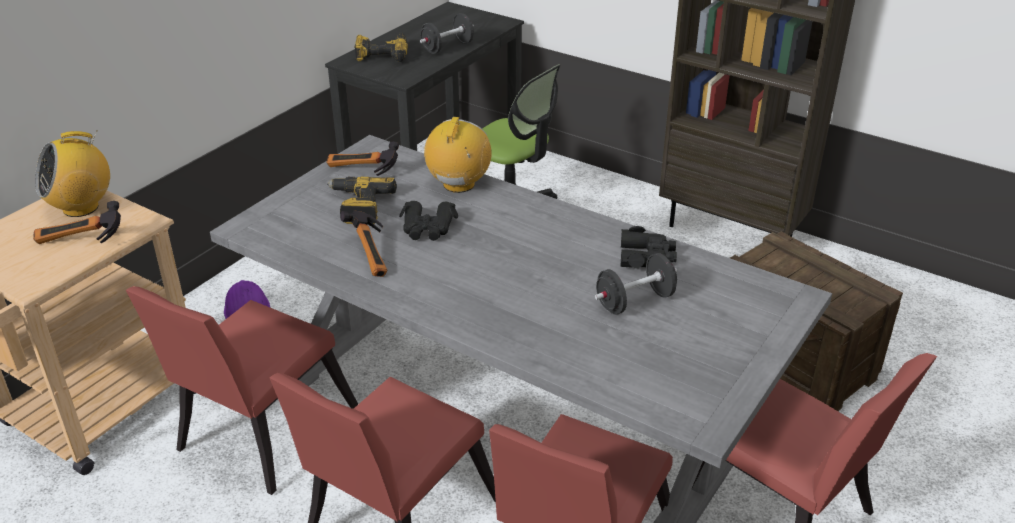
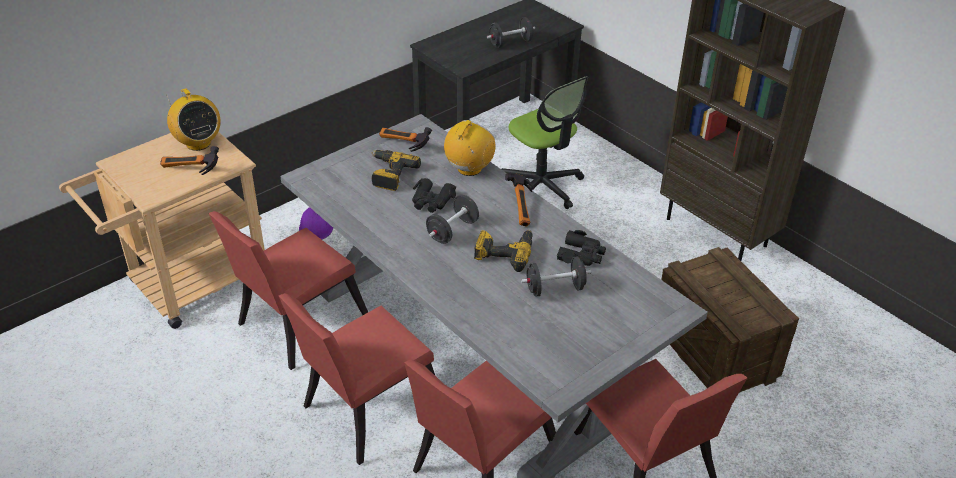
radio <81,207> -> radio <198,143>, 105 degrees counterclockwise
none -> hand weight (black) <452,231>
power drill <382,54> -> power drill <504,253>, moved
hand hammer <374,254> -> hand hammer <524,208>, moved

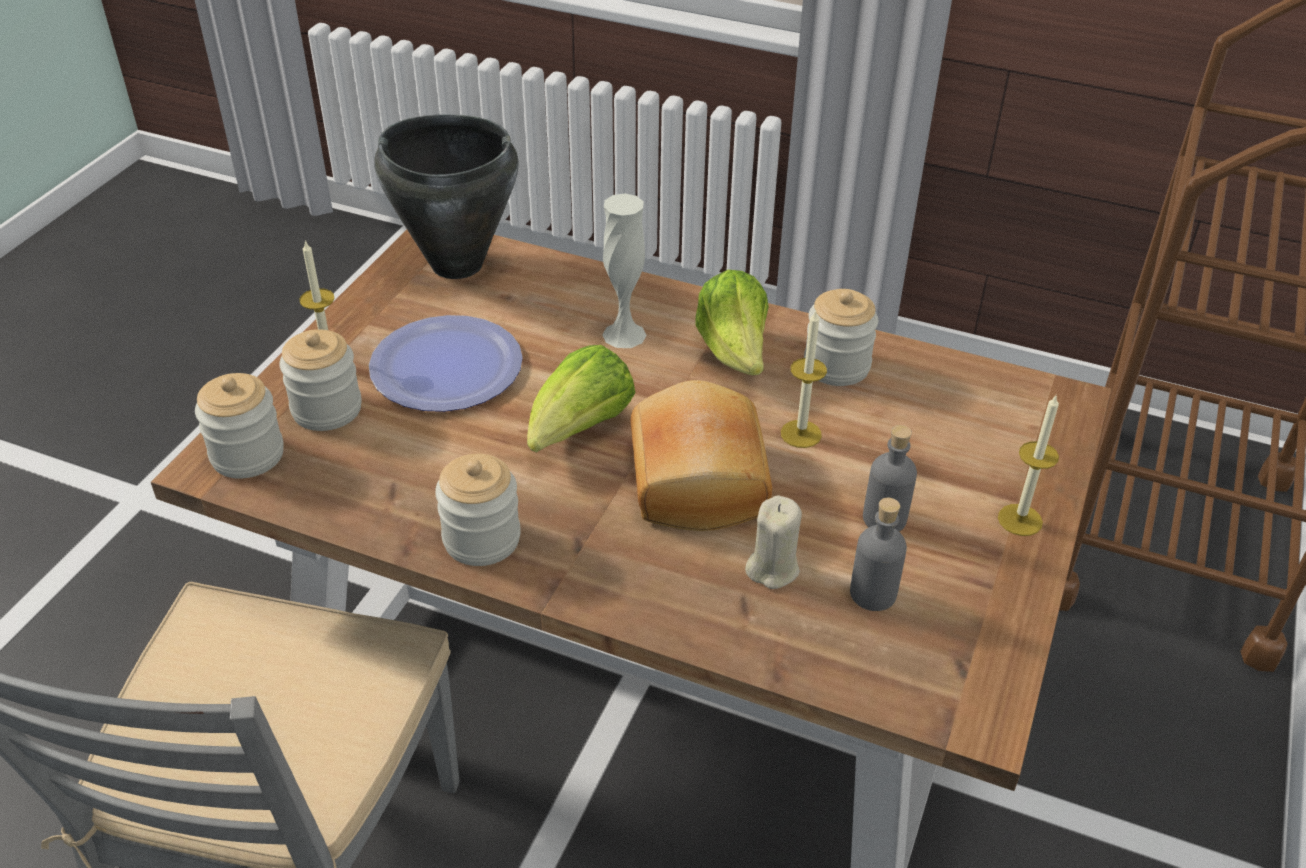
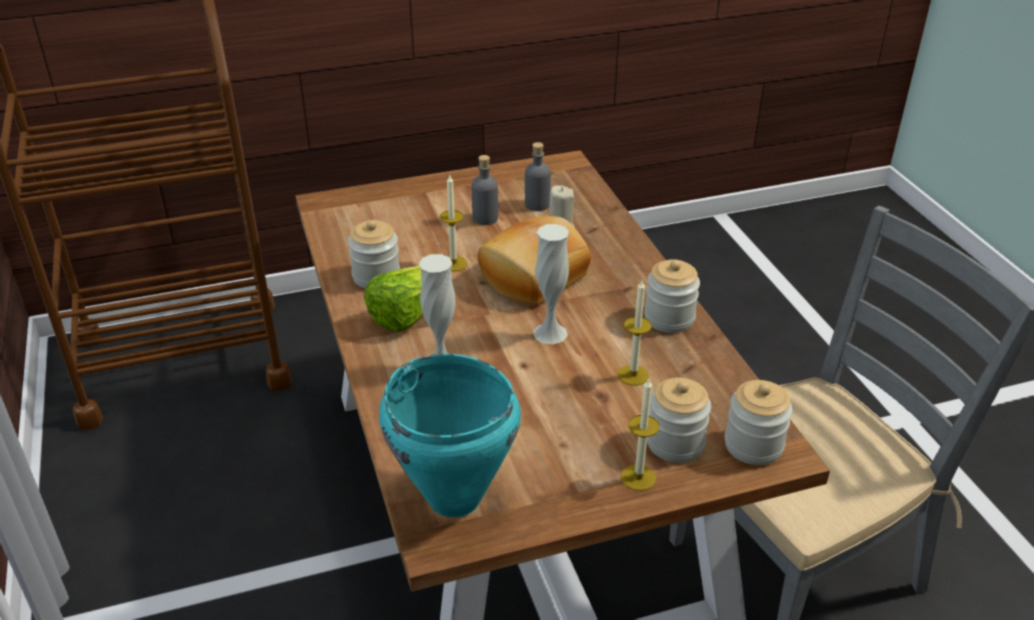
stockpot (black) <456,264> -> stockpot (turquoise-coloured) <454,499>
head of lettuce <580,430> -> flower vase (whitish) <550,333>
wax candle <1020,520> -> wax candle <633,375>, moved
dinner plate <446,366> -> none

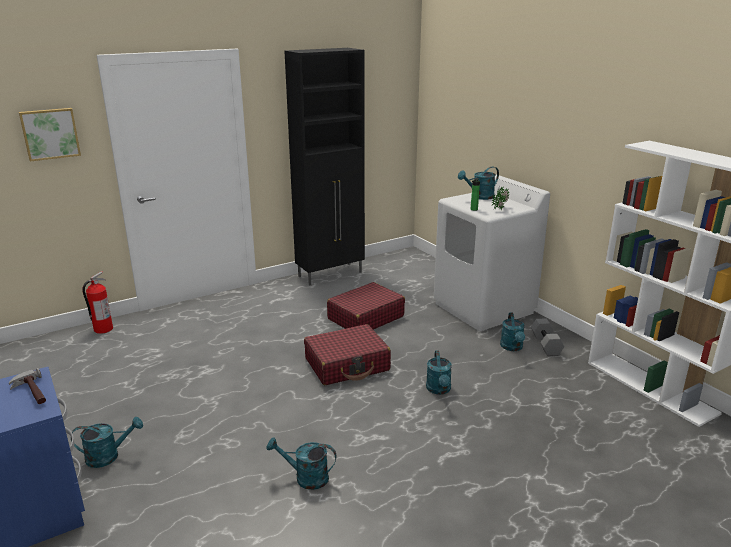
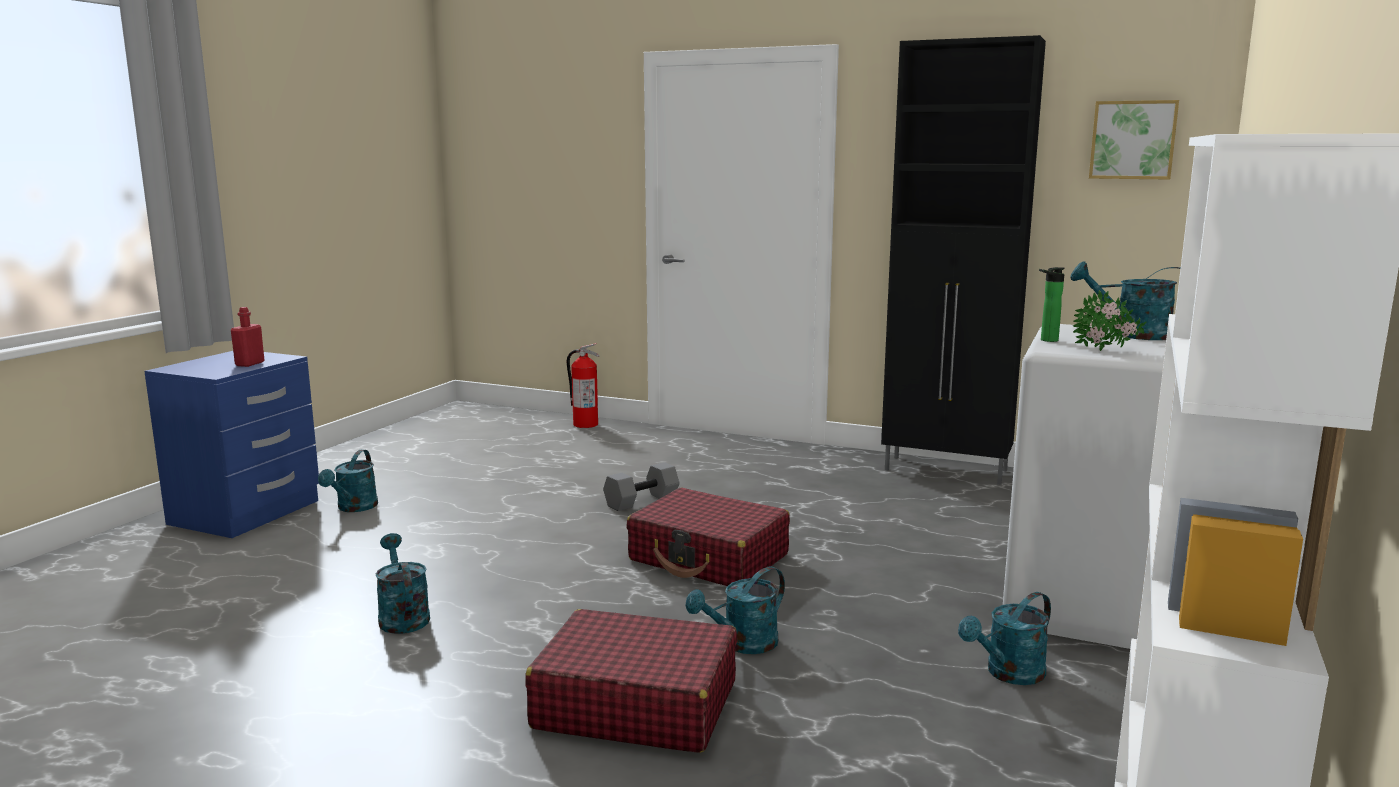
hand hammer <31,392> -> drink bottle (red) <250,364>
sprinkling can (turquoise-coloured) <109,456> -> sprinkling can (turquoise-coloured) <354,508>, 60 degrees clockwise
suitcase (red) <365,318> -> suitcase (red) <635,704>, moved
hand weight (greyish) <546,345> -> hand weight (greyish) <641,501>, moved
wall art <50,133> -> wall art <1132,140>, moved

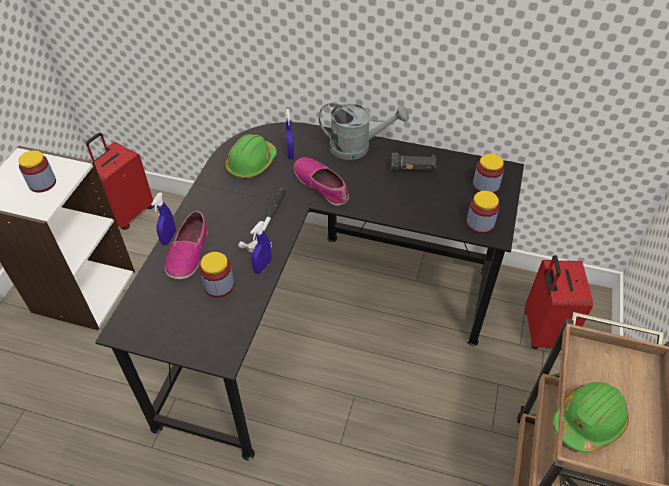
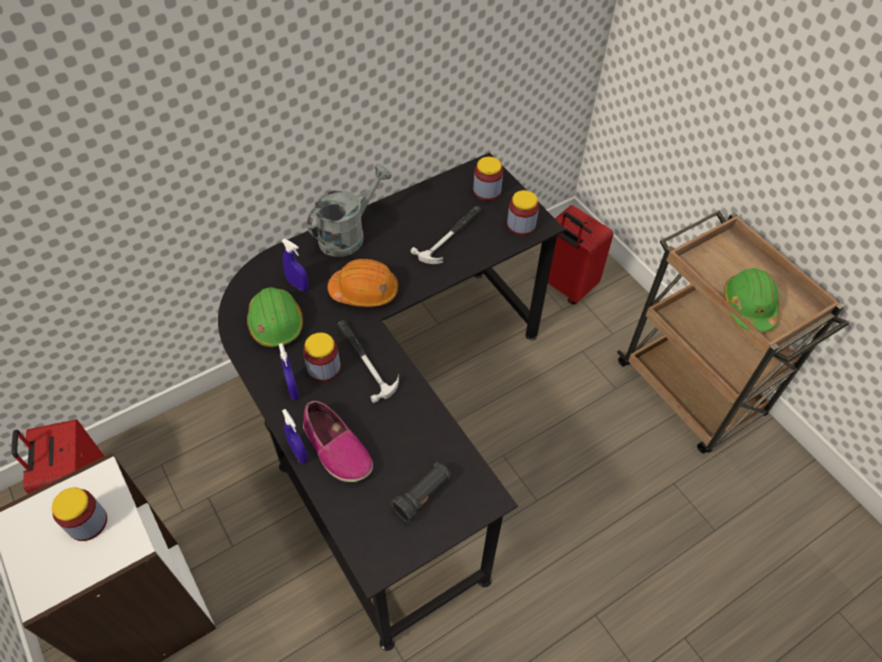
spray bottle (bluish) <262,266> -> spray bottle (bluish) <292,389>, moved
storage jar <219,285> -> storage jar <324,368>, moved
low shoe <321,185> -> safety helmet (orange-coloured) <364,291>
hand torch (black) <412,169> -> hand torch (black) <423,496>, moved
none -> hand hammer <451,236>

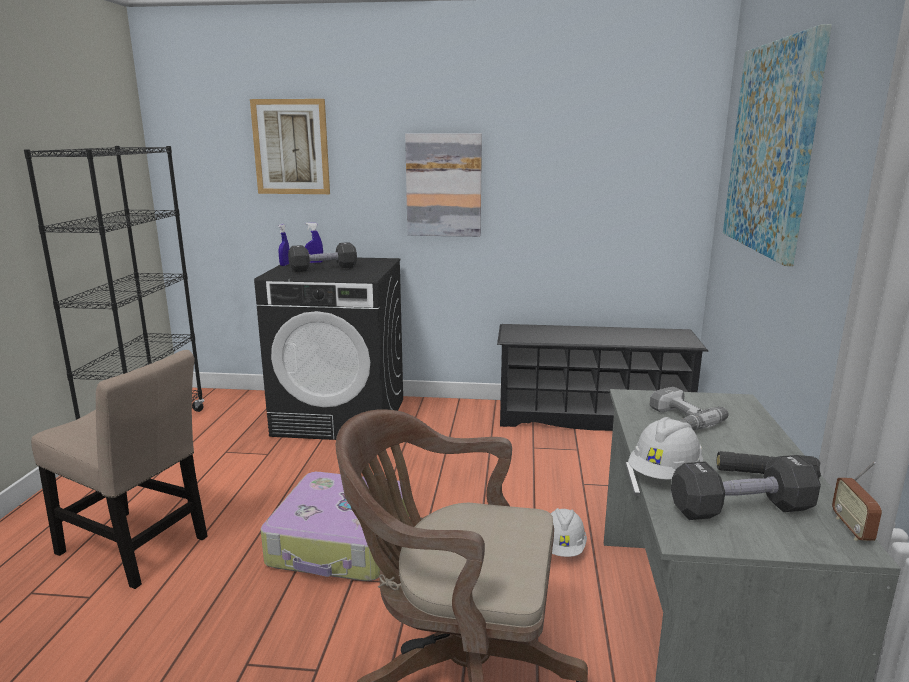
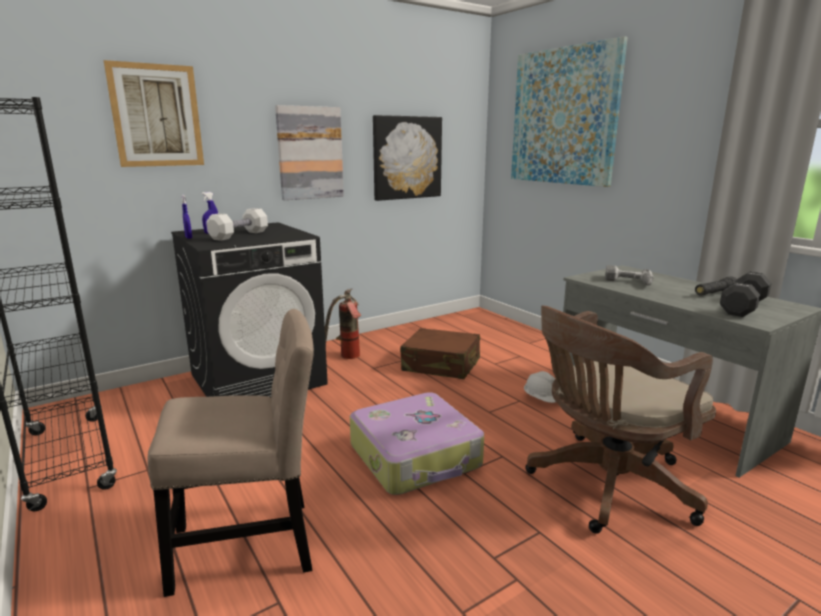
hand weight (black) <323,269> -> hand weight (whitish) <239,235>
none -> fire-fighting cylinder <346,358>
none -> wall art <407,158>
none -> suitcase (brown-coloured) <441,365>
shoe shelf (black) <592,418> -> none
safety helmet (whitish) <664,474> -> none
radio <852,529> -> none

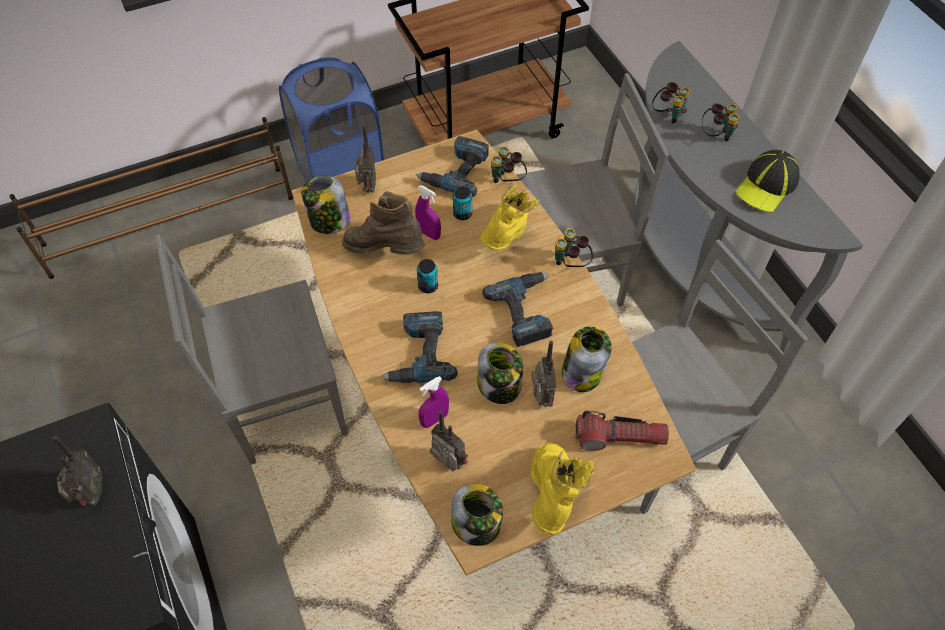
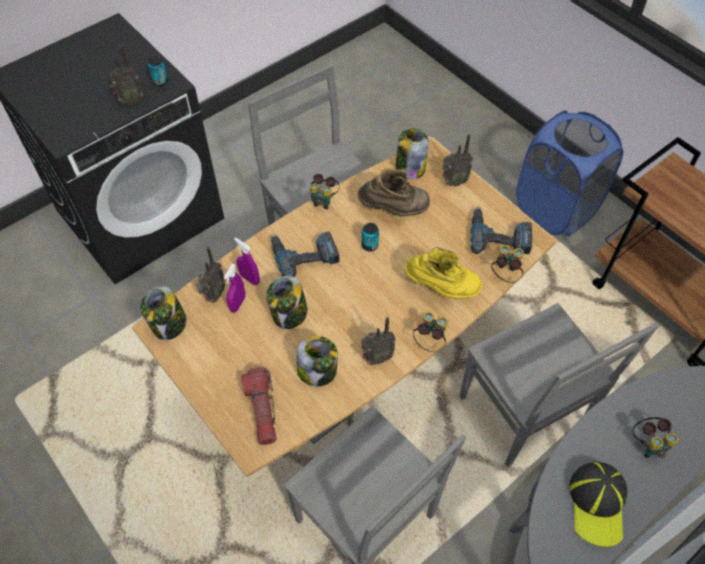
metal can <462,214> -> metal can <160,81>, moved
spray bottle (purple) <428,233> -> spray bottle (purple) <237,304>, moved
field glasses <667,115> -> field glasses <323,200>, moved
high-top boot (brown-coloured) <386,251> -> high-top boot (brown-coloured) <394,210>, 75 degrees clockwise
radio <541,399> -> radio <376,358>, moved
peaked cap <767,185> -> peaked cap <597,504>, 105 degrees counterclockwise
shoe shelf (brown-coloured) <171,221> -> none
power drill <526,311> -> none
high-top boot (yellow) <552,496> -> none

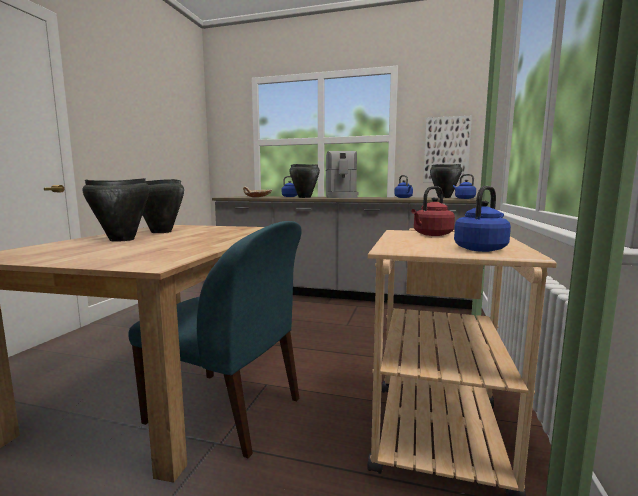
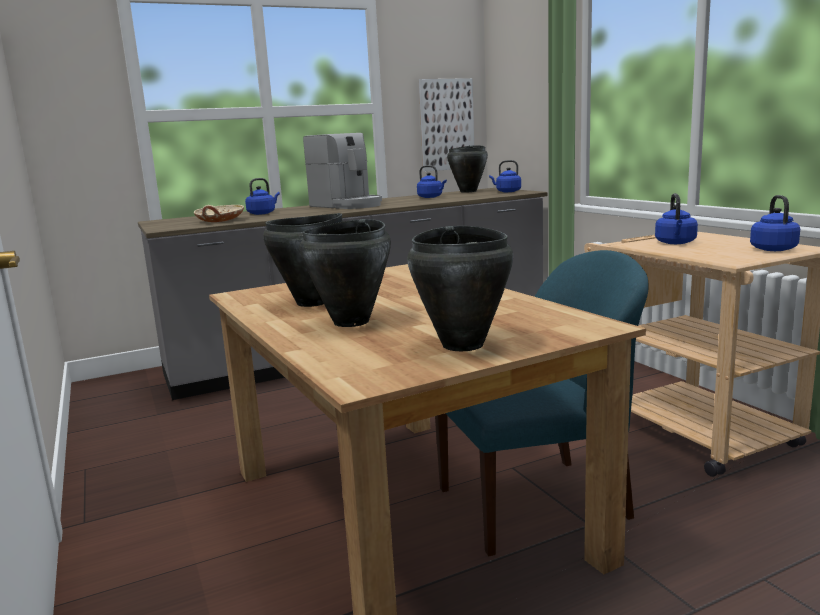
stockpot (black) <305,197> -> stockpot (black) <463,344>, moved
water kettle (red) <431,235> -> water kettle (bluish) <675,243>

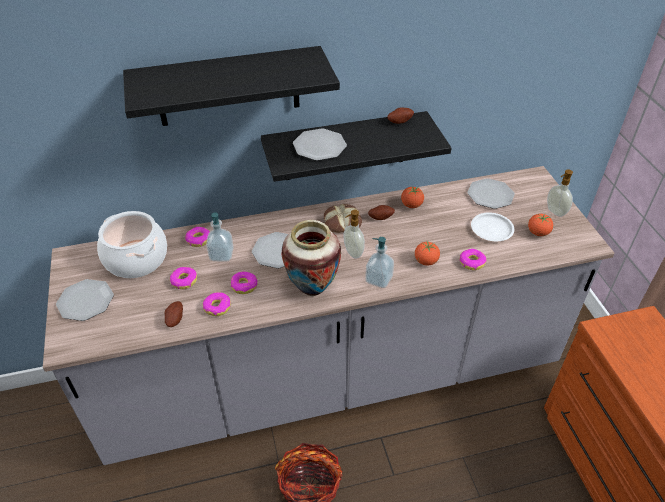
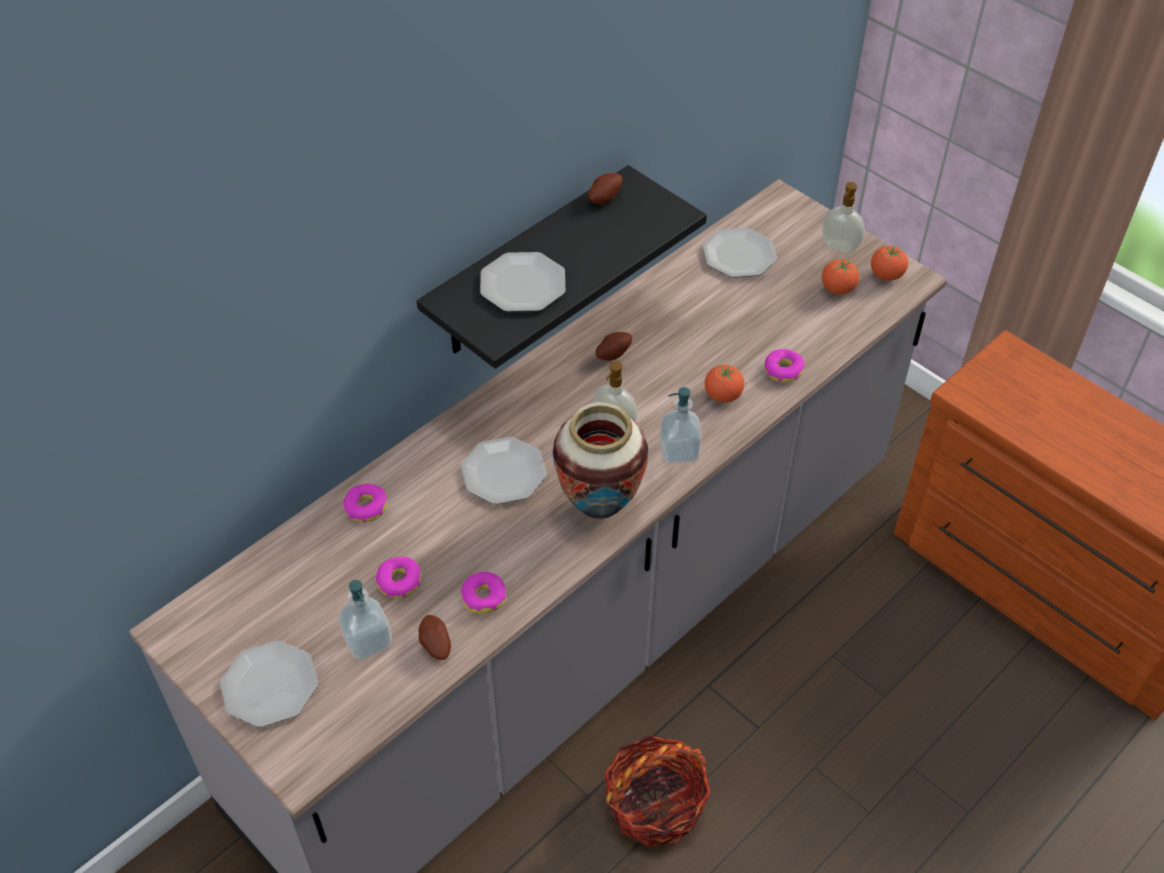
liquid soap bottle <221,255> -> liquid soap bottle <368,641>, moved
whole tomato <411,205> -> whole tomato <886,275>, moved
stockpot <136,259> -> none
wall shelf (black) <228,87> -> none
doughnut <244,286> -> none
bread <342,222> -> none
dinner plate (whitish) <492,230> -> none

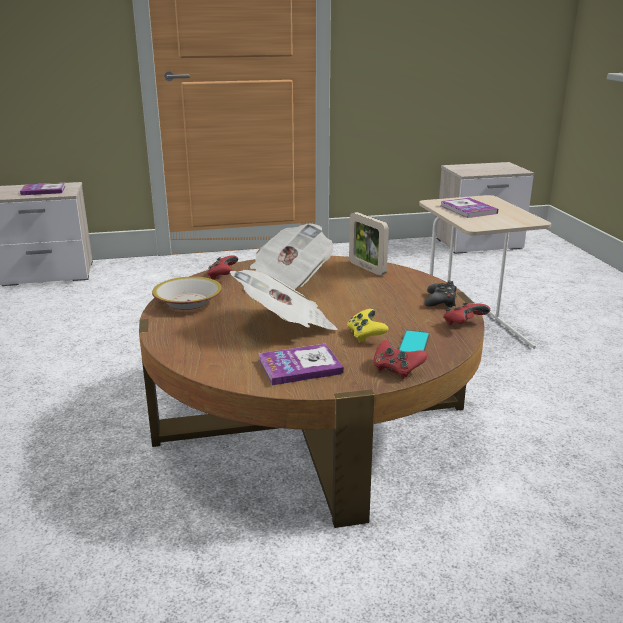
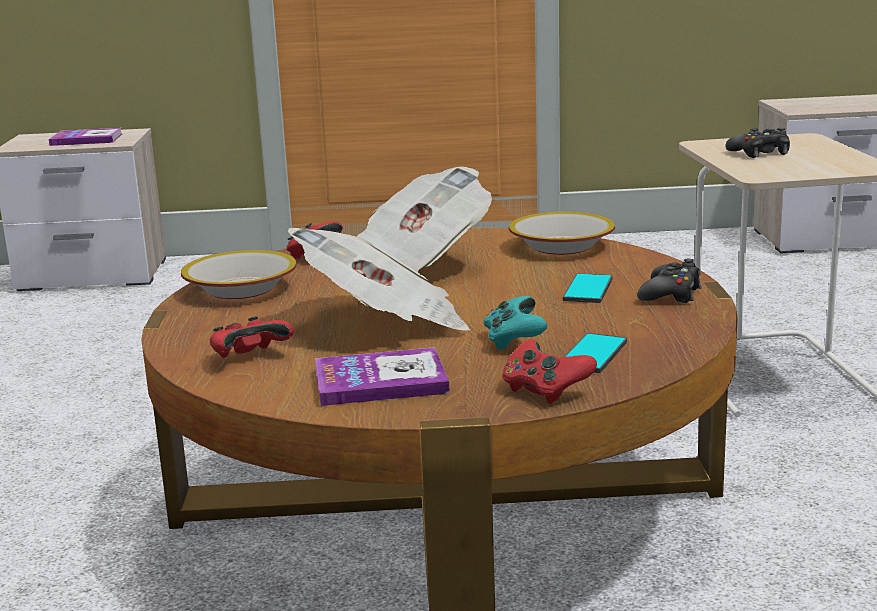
gamepad (red) <464,324> -> gamepad (red) <250,357>, moved
gamepad (yellow) <365,336> -> gamepad (turquoise-coloured) <514,341>
picture frame <367,268> -> deep dish <562,246>
none -> telephone <588,289>
bound book <468,209> -> gamepad (black) <760,153>

